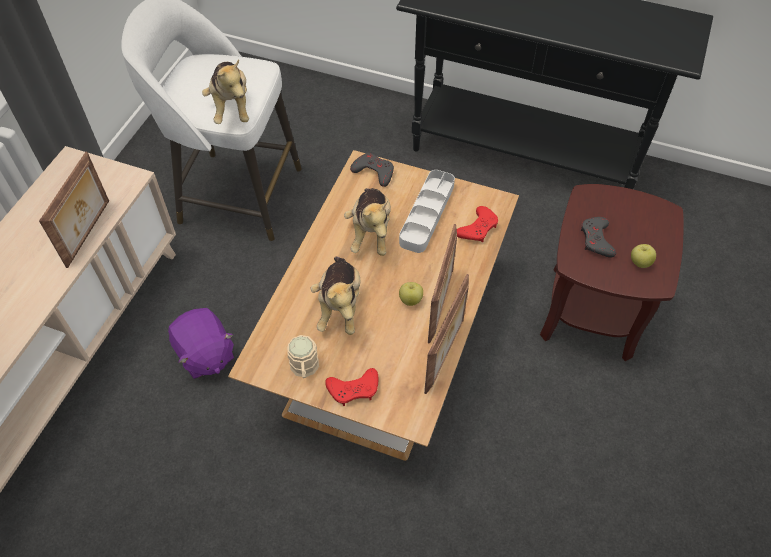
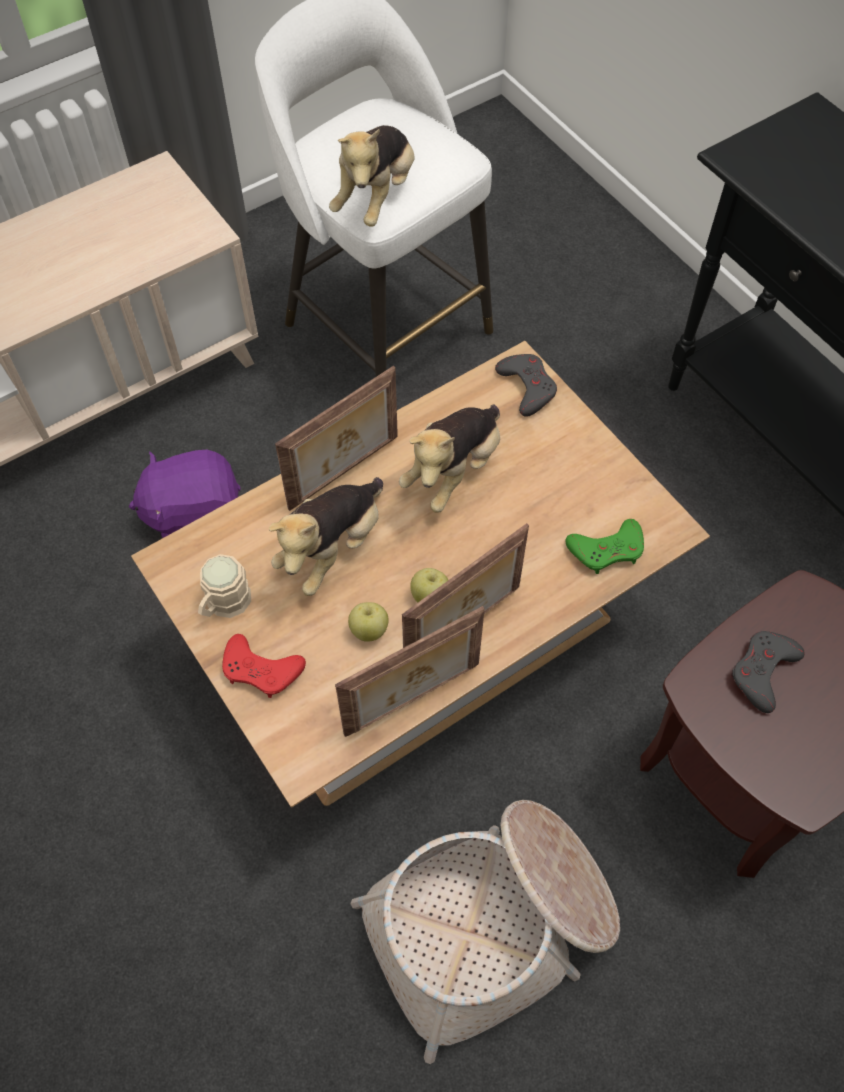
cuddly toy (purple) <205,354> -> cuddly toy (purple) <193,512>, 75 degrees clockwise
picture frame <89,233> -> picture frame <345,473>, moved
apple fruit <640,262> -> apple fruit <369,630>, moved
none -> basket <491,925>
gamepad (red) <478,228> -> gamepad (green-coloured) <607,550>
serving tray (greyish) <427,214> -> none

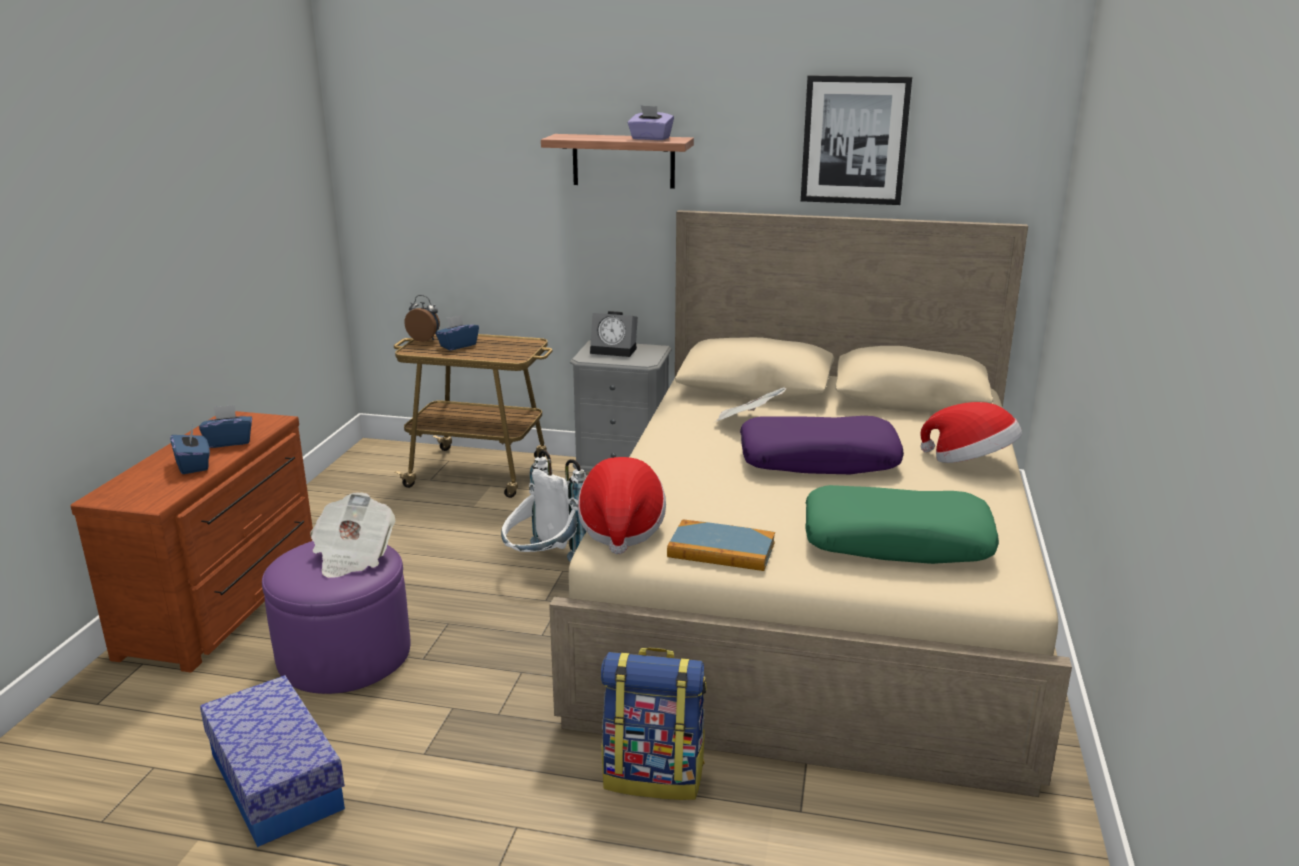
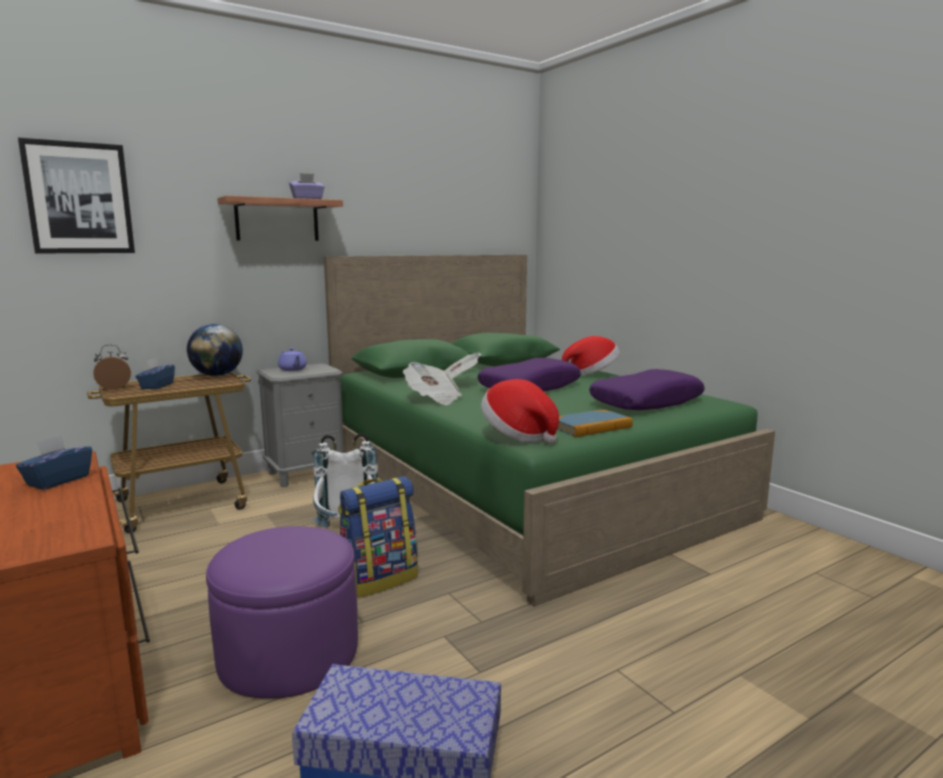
wall art <854,140> -> wall art <79,198>, moved
none -> globe <217,375>
table clock <615,350> -> pot for tea (purple) <293,369>
sleeping bed (sand-coloured) <814,590> -> sleeping bed (green-coloured) <524,485>
rucksack <654,775> -> rucksack <379,579>, moved
daily paper <353,556> -> daily paper <432,399>, moved
pillow (green-coloured) <897,541> -> pillow (purple) <646,402>
tissue holder (bluish) <193,465> -> none

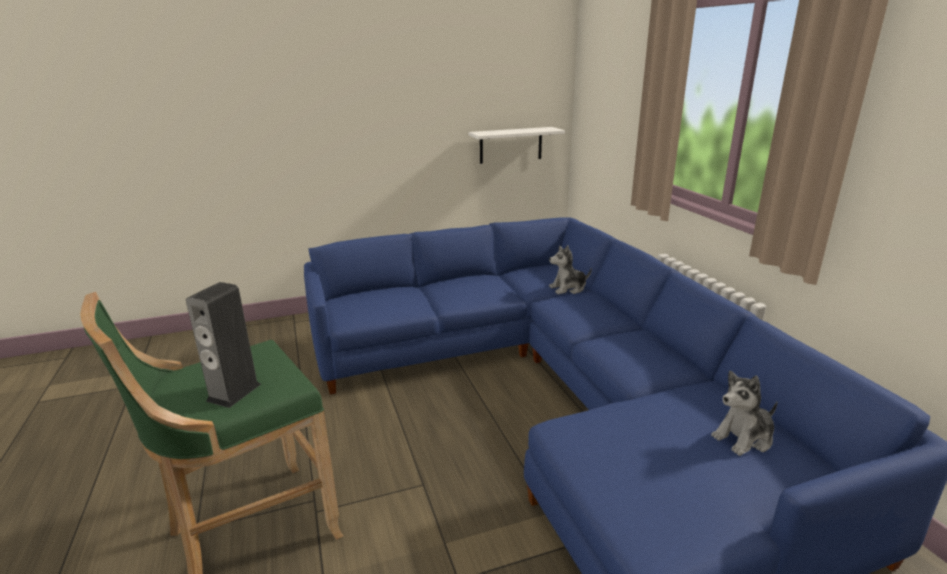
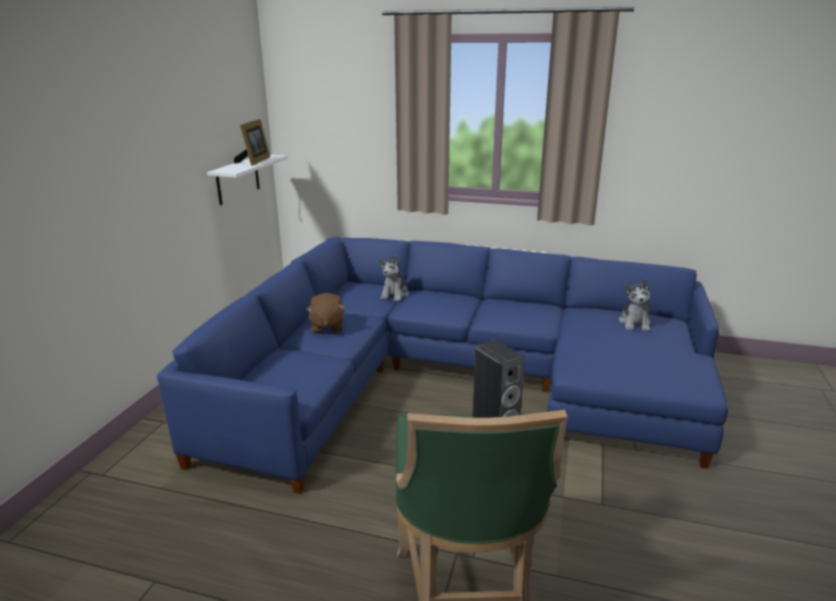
none -> picture frame <254,161>
none -> cuddly toy (brown-coloured) <326,327>

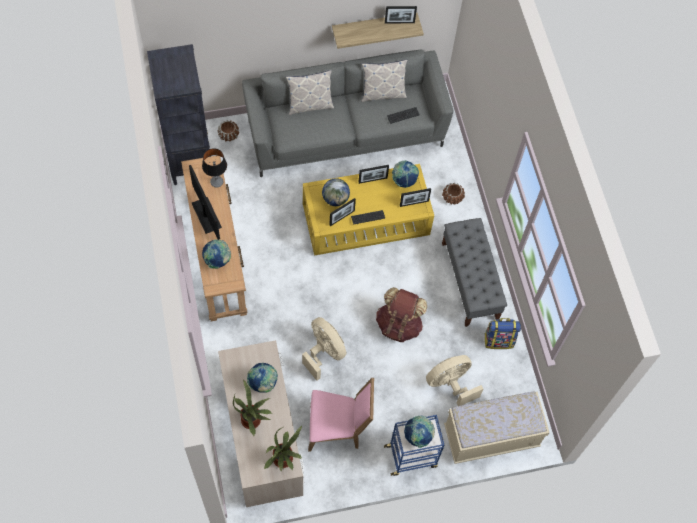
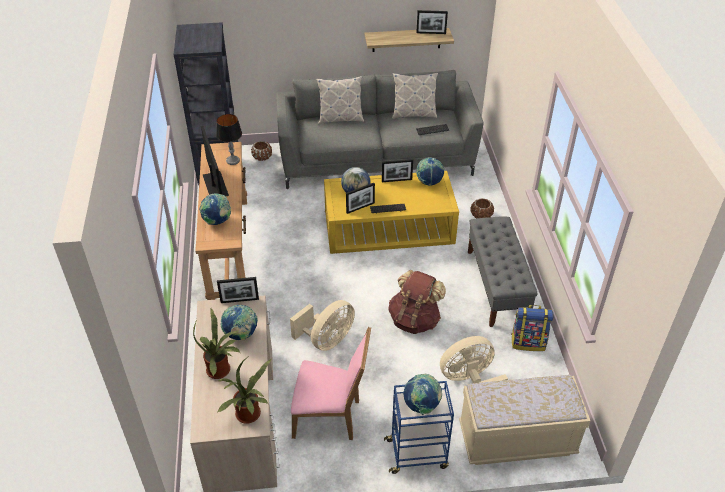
picture frame <414,203> -> picture frame <239,300>, moved
cooling fan (sand-coloured) <324,352> -> cooling fan (sand-coloured) <327,340>, 75 degrees clockwise

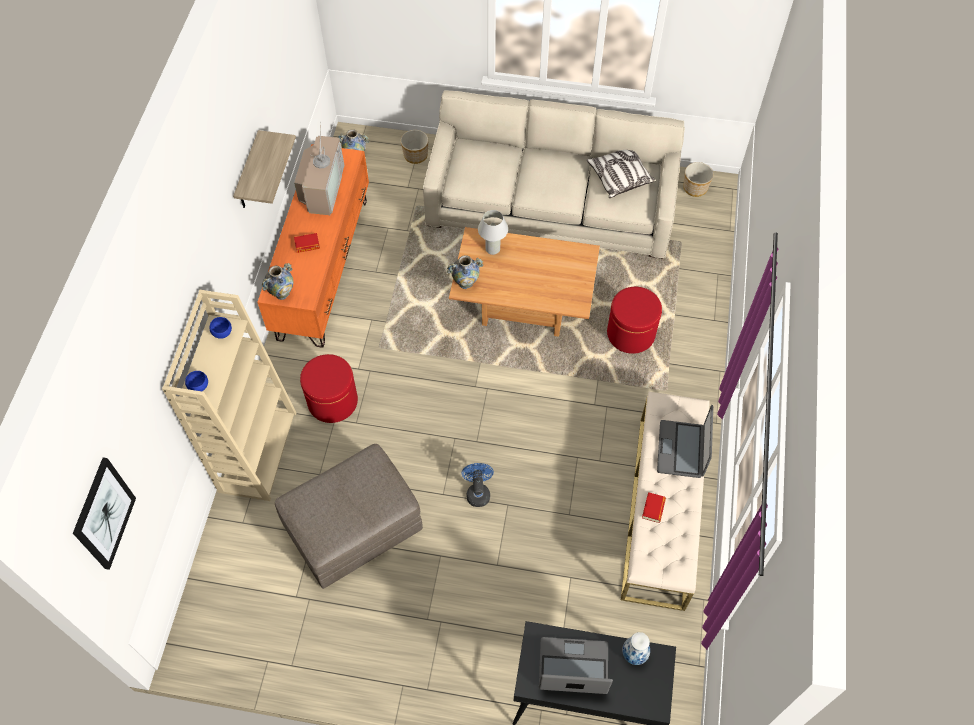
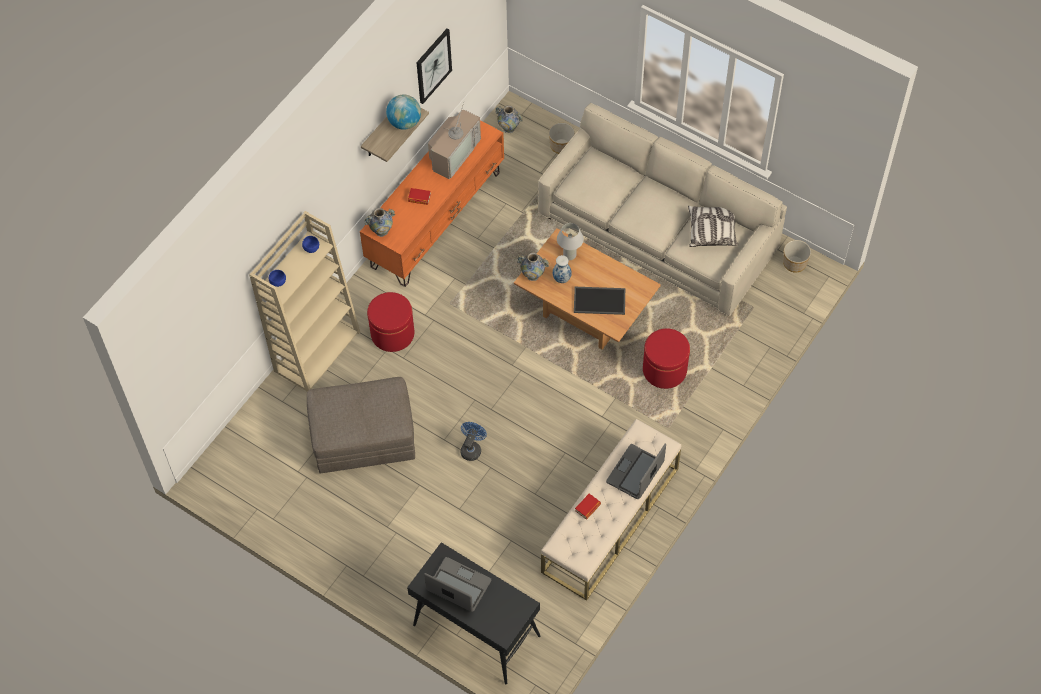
none -> globe <404,122>
wall art <103,514> -> wall art <433,65>, moved
flower vase <633,655> -> flower vase <561,278>, moved
none -> serving tray <600,300>

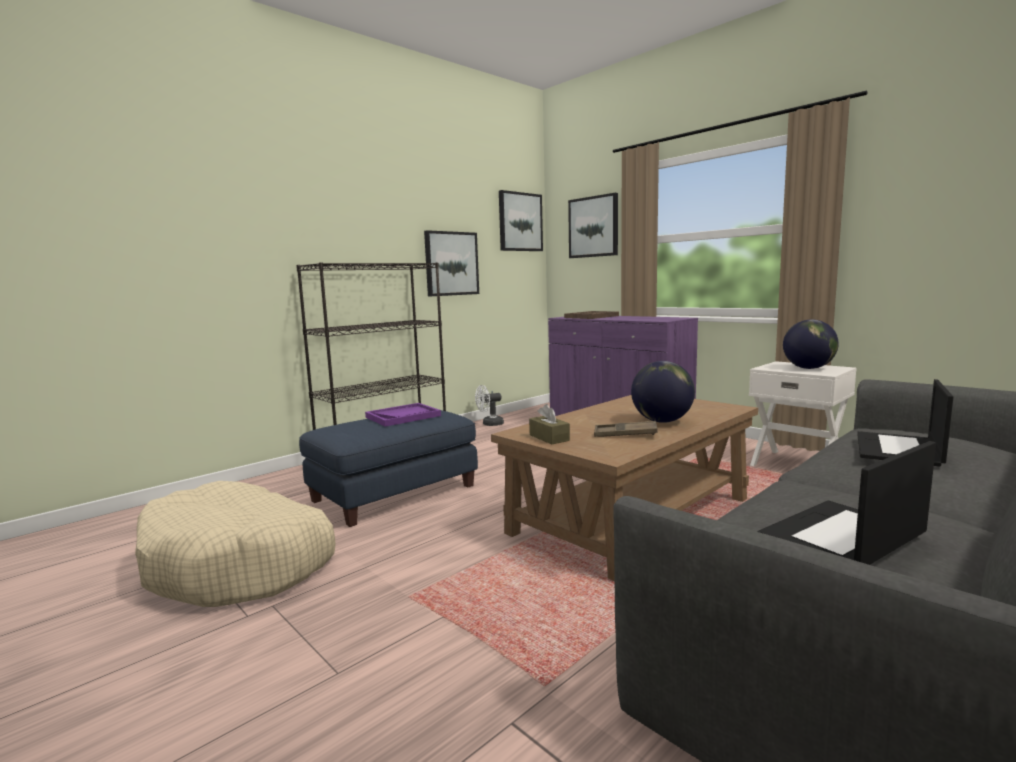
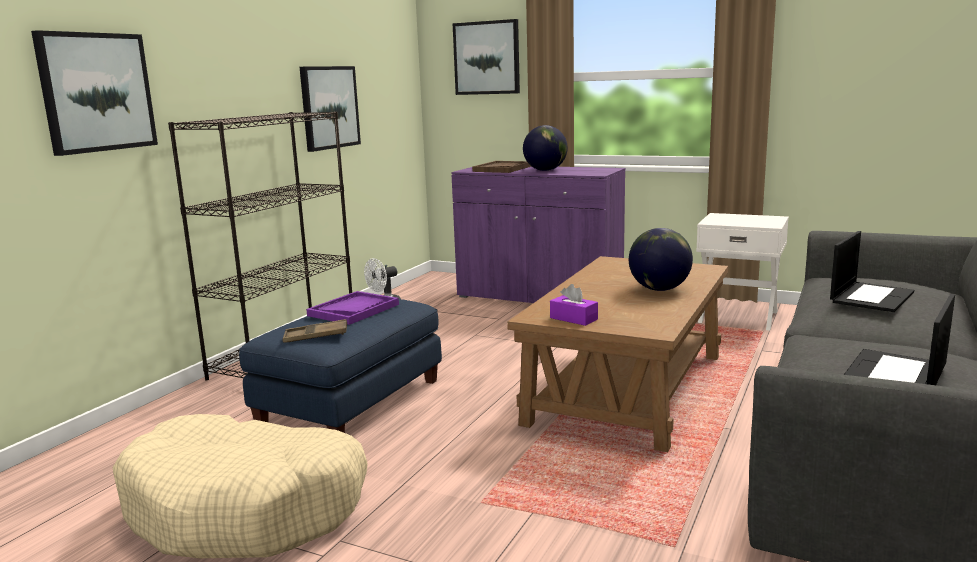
wall art <520,222> -> wall art <96,92>, moved
serving tray (brown-coloured) <625,434> -> serving tray (brown-coloured) <316,336>, moved
globe <808,368> -> globe <545,170>, moved
tissue holder (brown-coloured) <549,438> -> tissue holder (purple) <573,319>
laptop <899,449> -> laptop <871,297>, 150 degrees counterclockwise

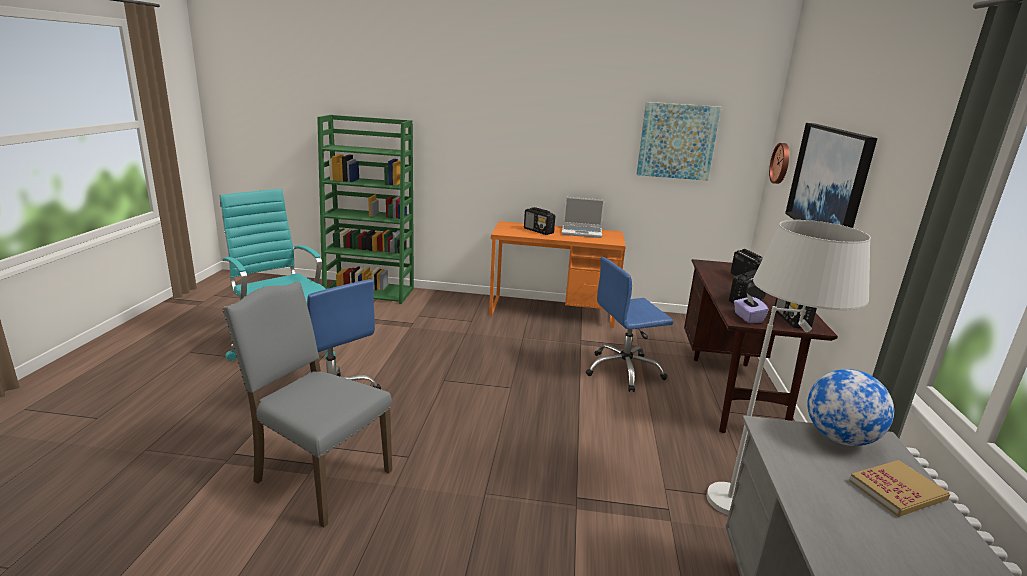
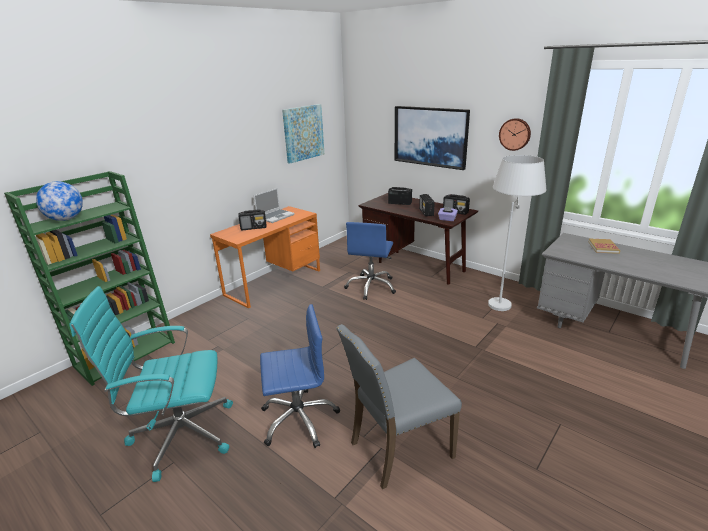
globe <839,438> -> globe <66,219>, moved
clock on the wall <781,163> -> clock on the wall <515,134>, moved

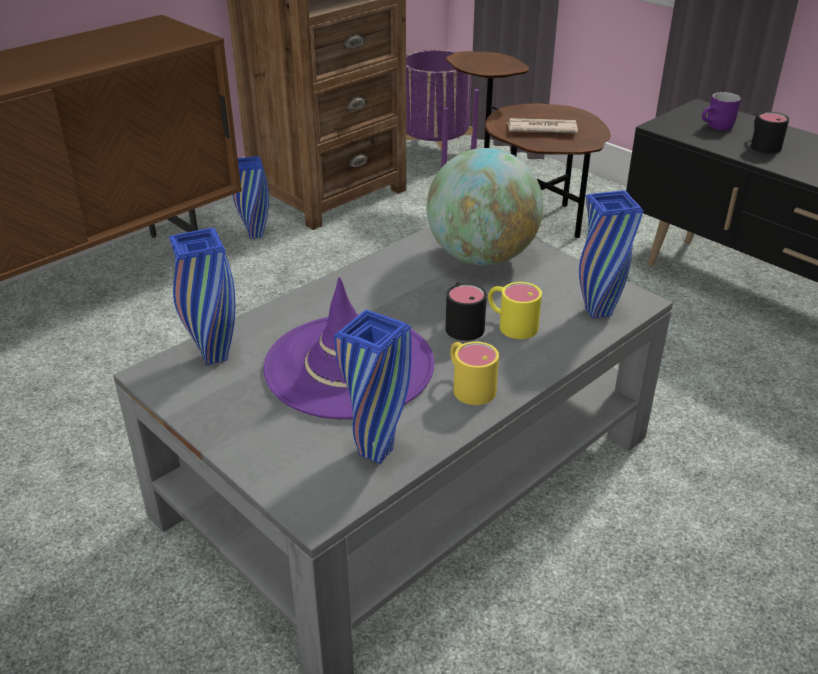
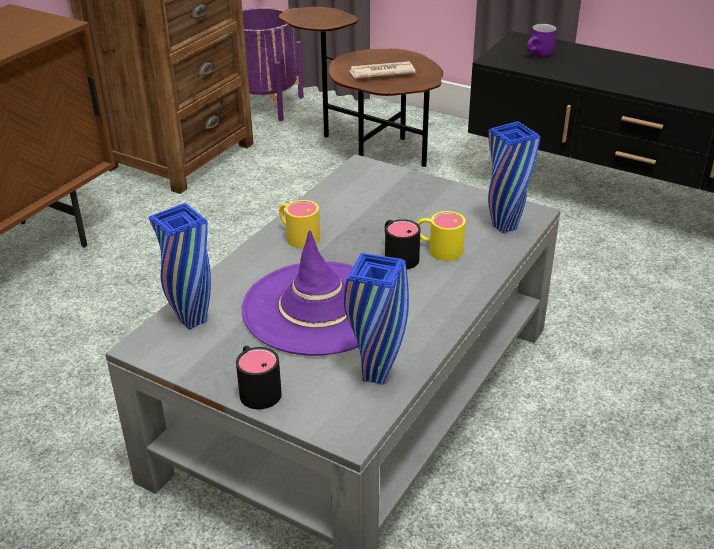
mug (black) <762,144> -> mug (black) <257,388>, moved
mug (yellow) <468,385> -> mug (yellow) <297,236>, moved
flower vase (bluish) <255,234> -> none
globe <482,257> -> none

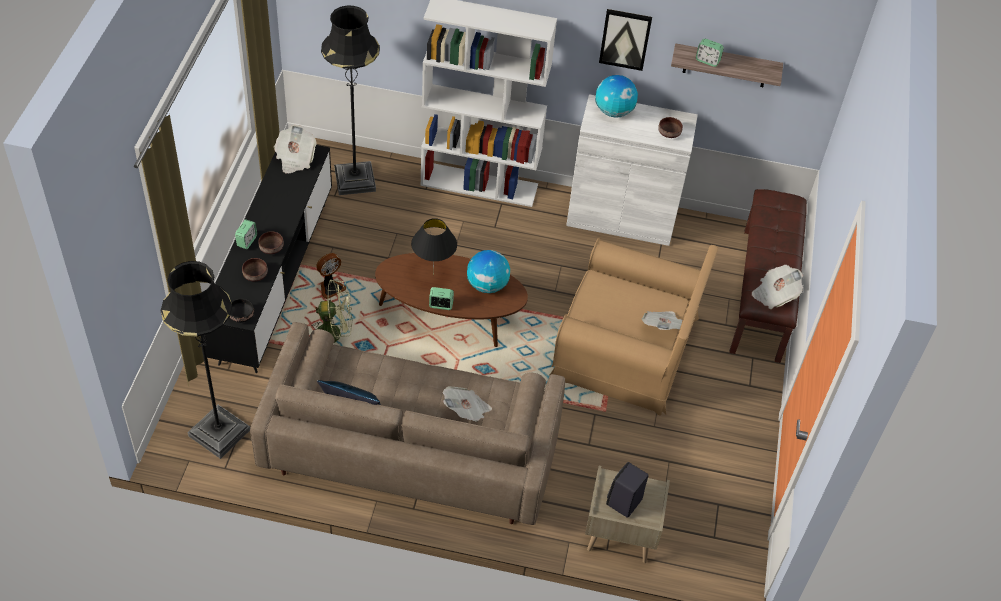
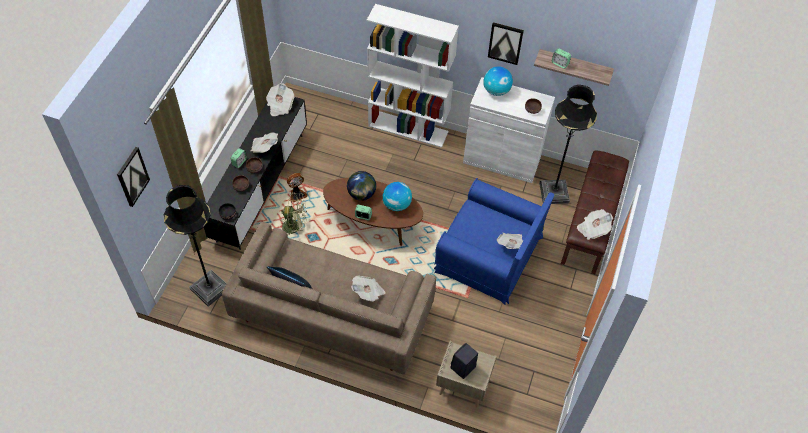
none -> wall art <132,176>
none -> daily paper <264,147>
tabletop lamp (black) <433,275> -> globe <361,194>
easy chair (brown-coloured) <625,348> -> easy chair (bluish) <489,254>
standard lamp (black) <355,180> -> standard lamp (black) <554,193>, moved

